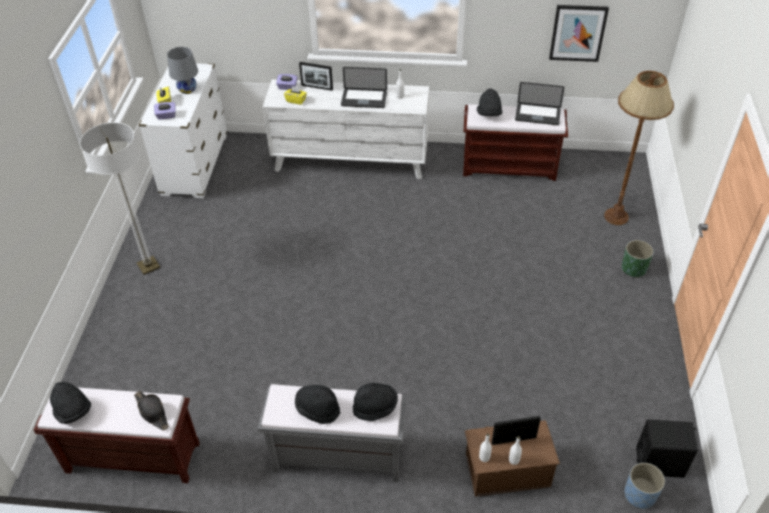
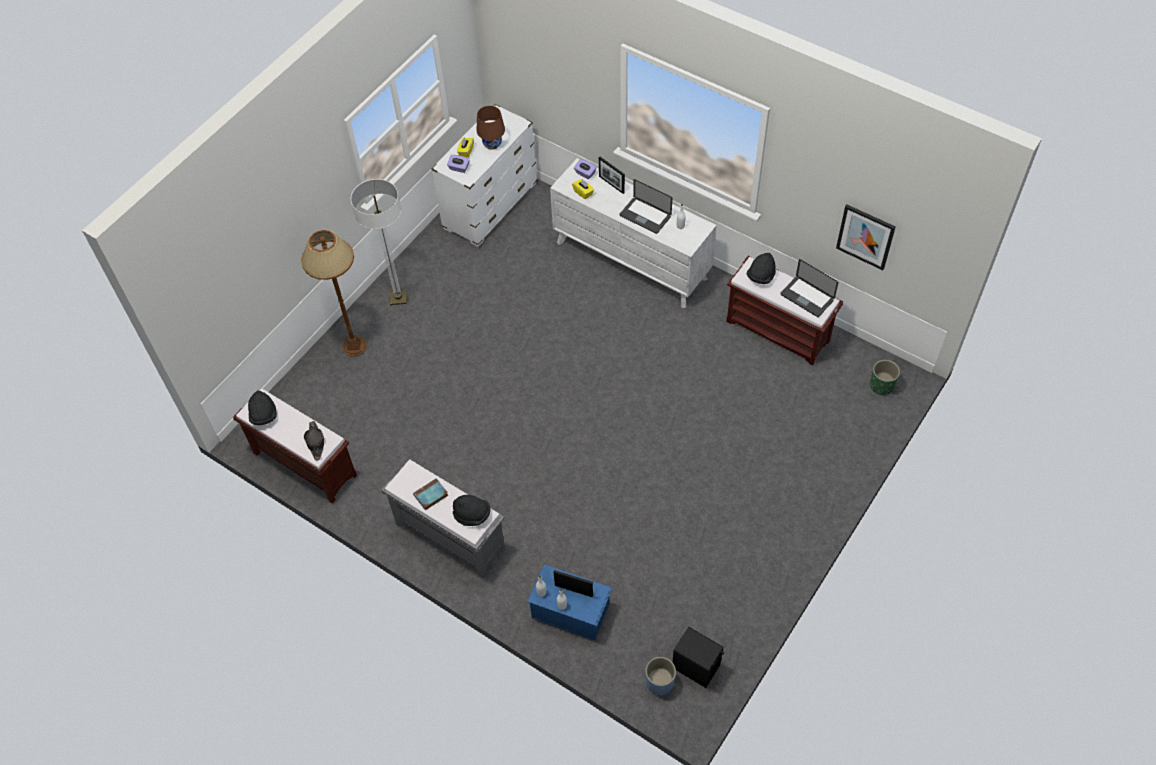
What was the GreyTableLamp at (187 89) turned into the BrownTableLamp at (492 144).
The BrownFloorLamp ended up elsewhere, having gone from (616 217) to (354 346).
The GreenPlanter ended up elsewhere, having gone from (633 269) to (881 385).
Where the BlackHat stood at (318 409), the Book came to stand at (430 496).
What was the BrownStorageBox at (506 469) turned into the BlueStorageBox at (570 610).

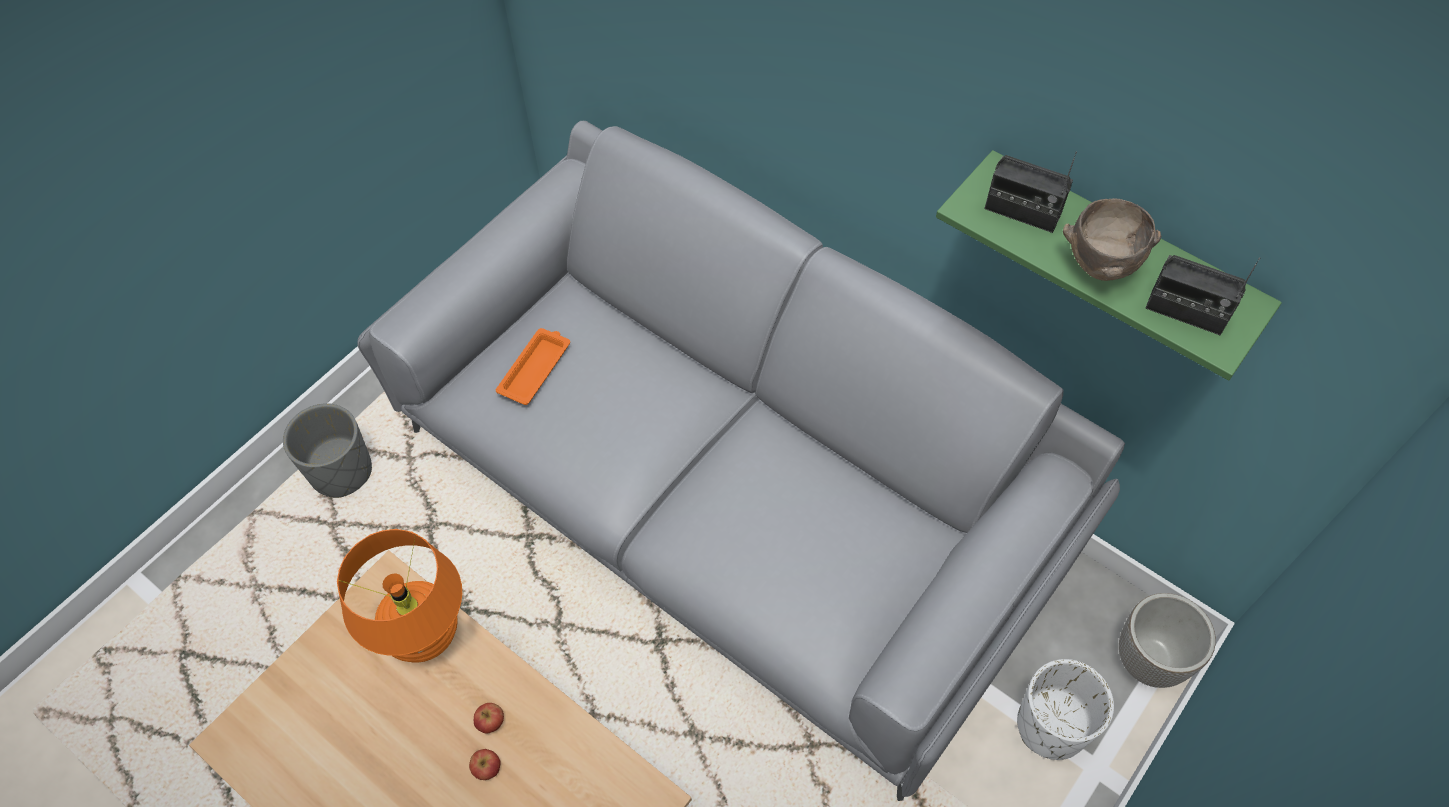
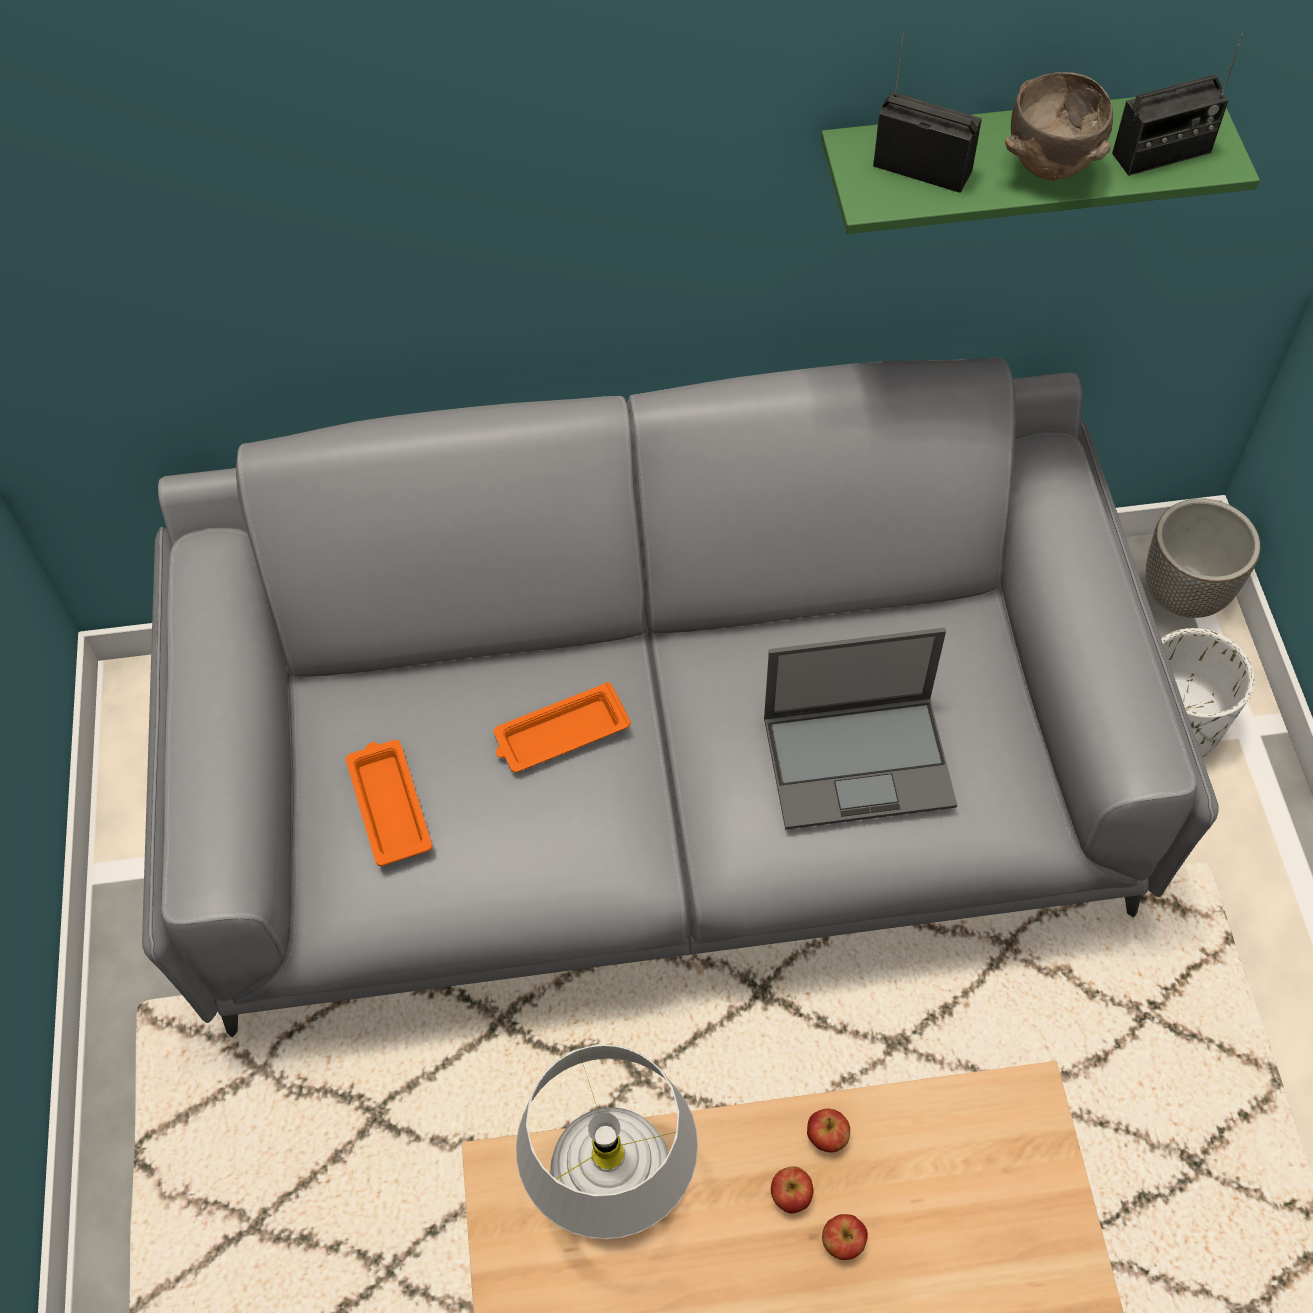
The Radio at (1022 212) ended up facing another way, 135 degrees counterclockwise from before.
The second view lost the GreyPlanter at (341 471).
What was the OrangeTableLamp at (424 634) turned into the WhiteTableLamp at (612 1185).
The second view gained the Laptop at (860 760).
The second view gained the OrangeTray at (560 734).
The second view gained the Apple at (827 1137).

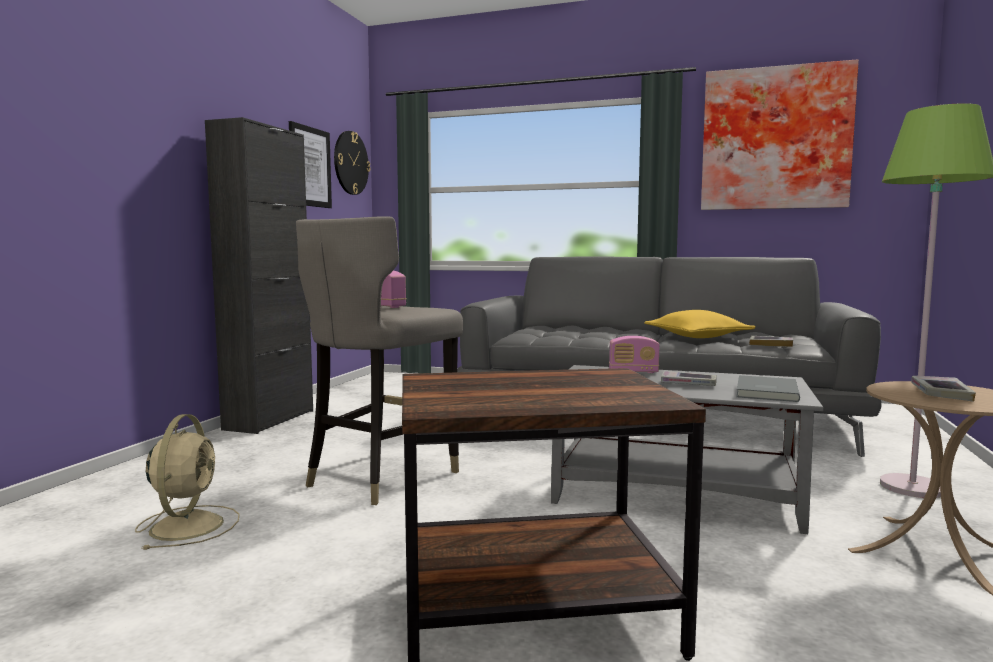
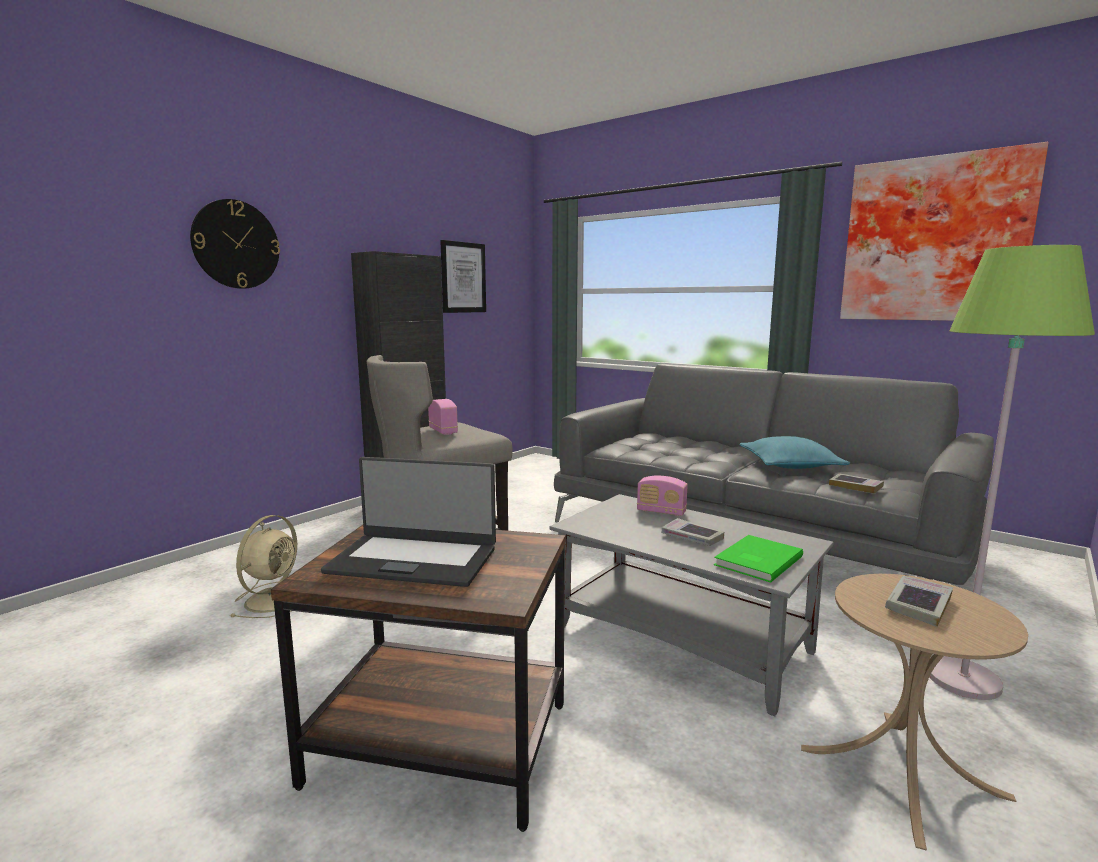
The WallClock ended up elsewhere, having gone from (350 163) to (236 244).
What was the YellowPillow at (697 337) turned into the TurquoisePillow at (790 465).
What was the GreyBook at (764 391) turned into the GreenBook at (756 560).
The second view gained the Laptop at (413 559).

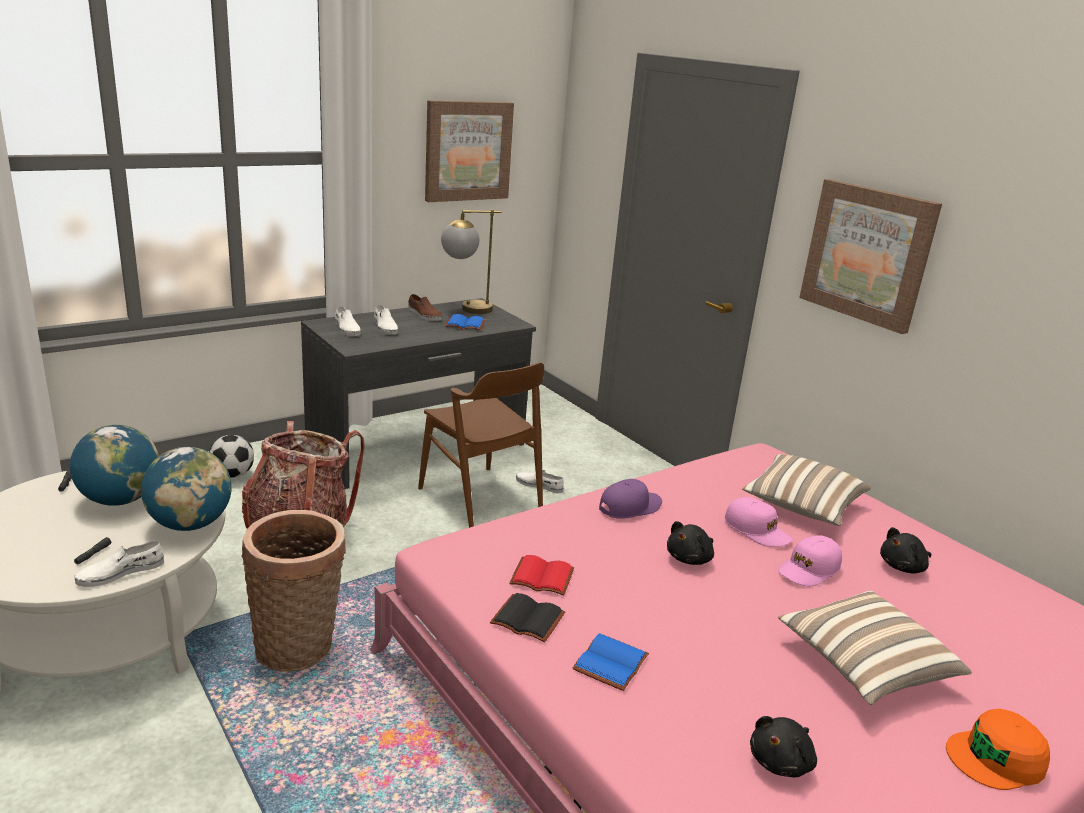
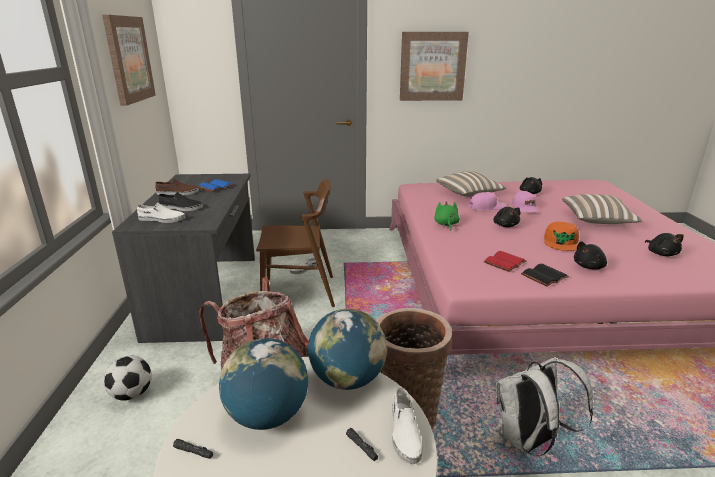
The second view lost the TableLamp at (466 309).
What was the WhiteShoe at (385 327) turned into the BlackShoe at (180 208).
Where the PurpleCap stood at (630 507), the GreenPlushToy came to stand at (446 224).
Where the BlueBook stood at (612 664), the BlackPlushToy came to stand at (589 266).
The OrangeCap ended up elsewhere, having gone from (996 758) to (561 242).
The second view gained the WhiteBackpack at (529 441).

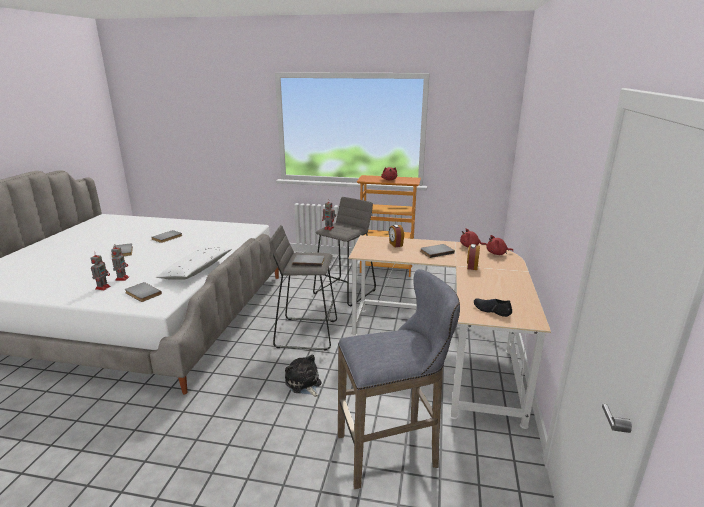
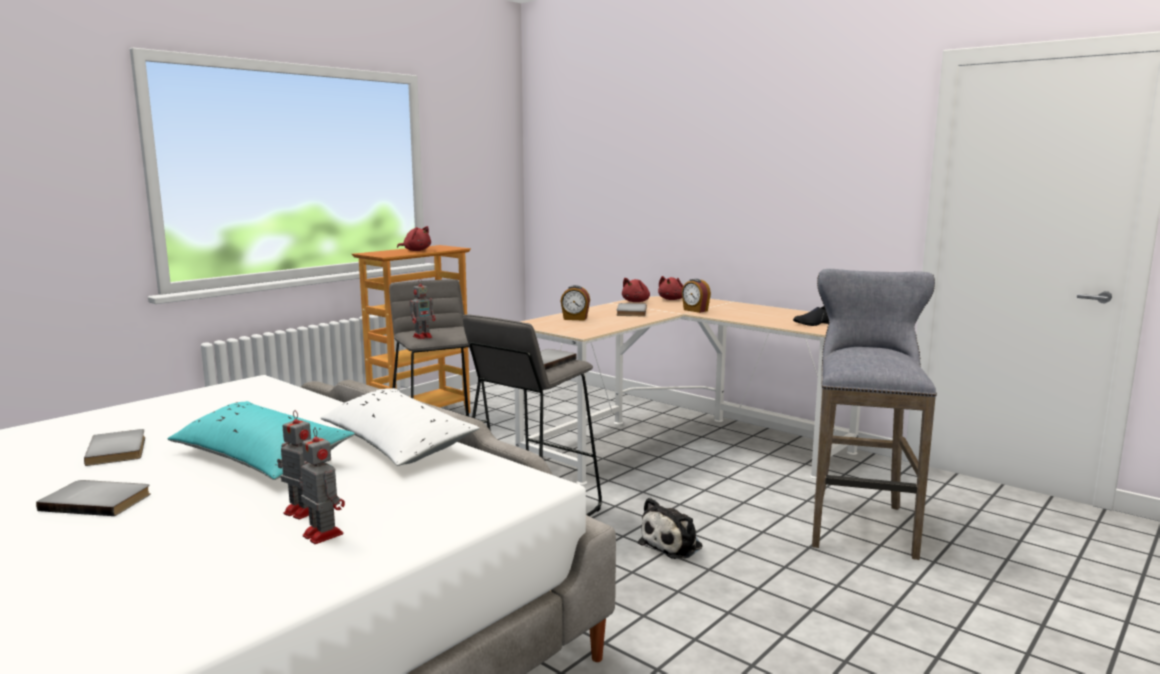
The second view lost the GreyBook at (142 294).
The PlushToy at (304 384) ended up facing another way, 45 degrees counterclockwise from before.
The second view gained the TurquoisePillow at (260 457).

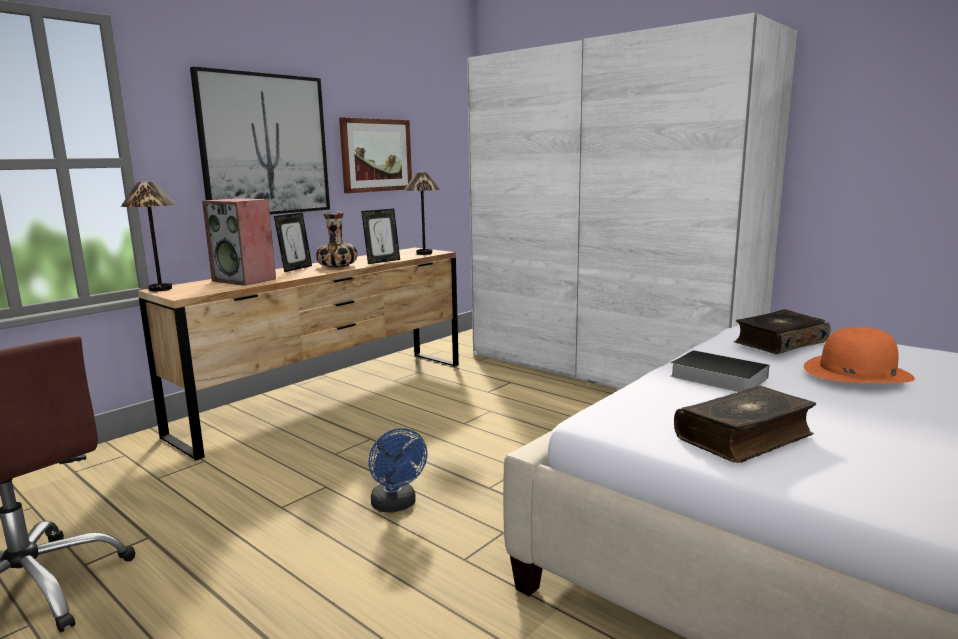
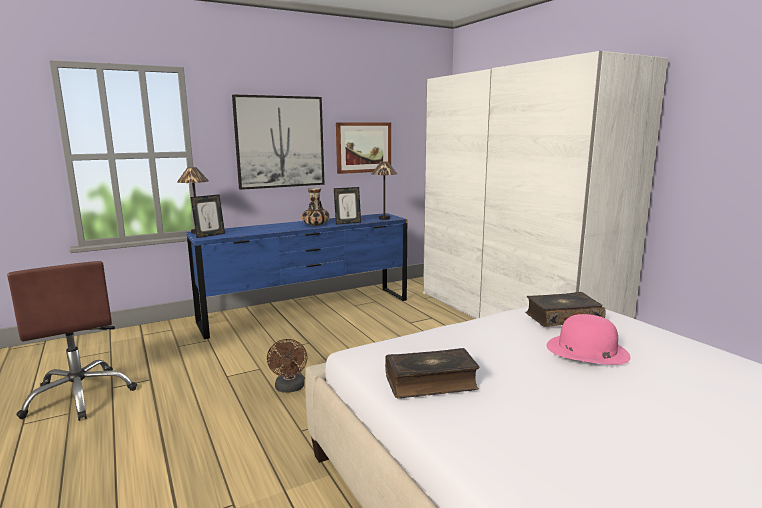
The second view lost the Speaker at (245 280).
The PictureFrame ended up elsewhere, having gone from (296 268) to (210 235).
What was the BrownDresser at (330 397) turned into the BlueDresser at (307 311).
What was the OrangeHat at (857 372) turned into the PinkHat at (586 350).
The second view lost the Book at (715 377).
What was the BlueFan at (396 505) turned into the BrownFan at (289 388).

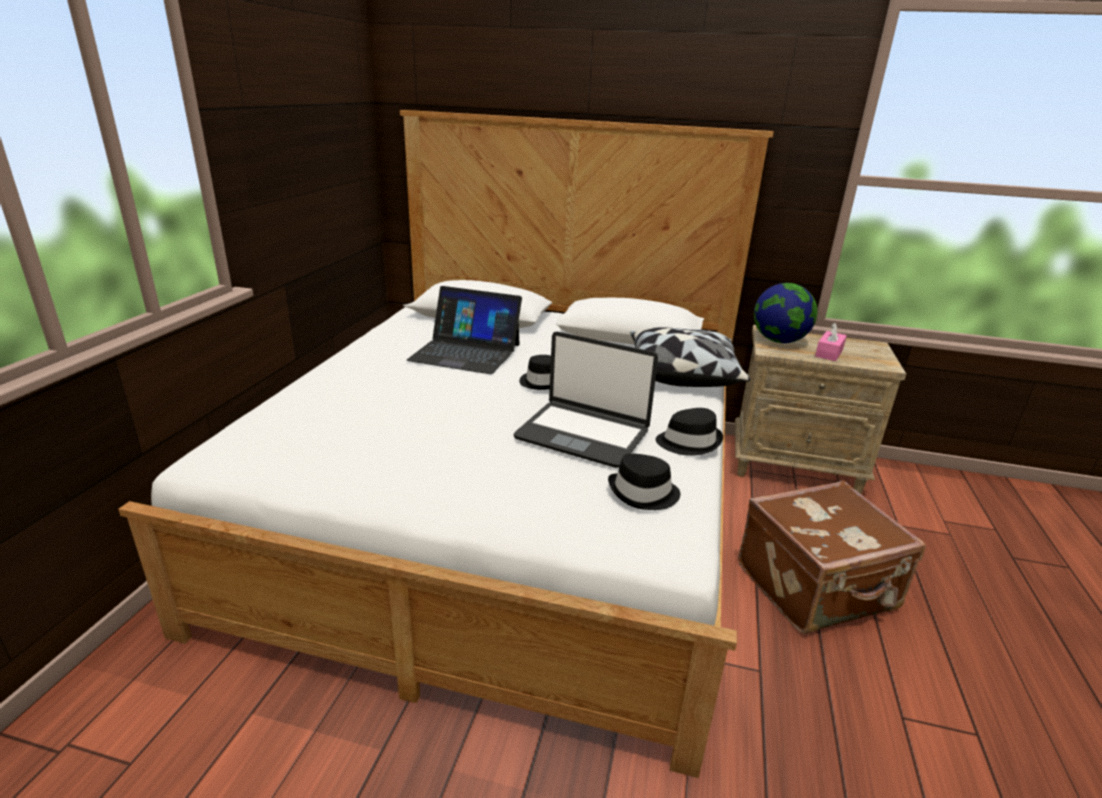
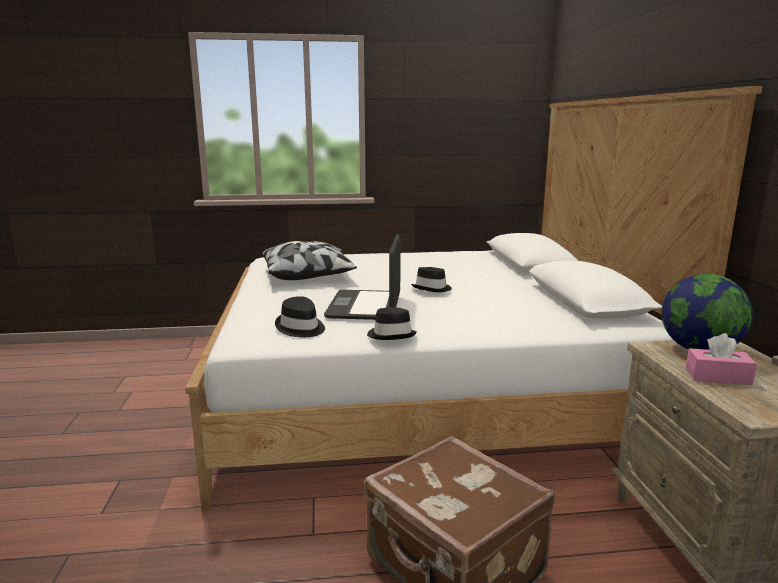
The second view lost the Laptop at (465 352).
The Pillow ended up elsewhere, having gone from (681 373) to (308 275).

